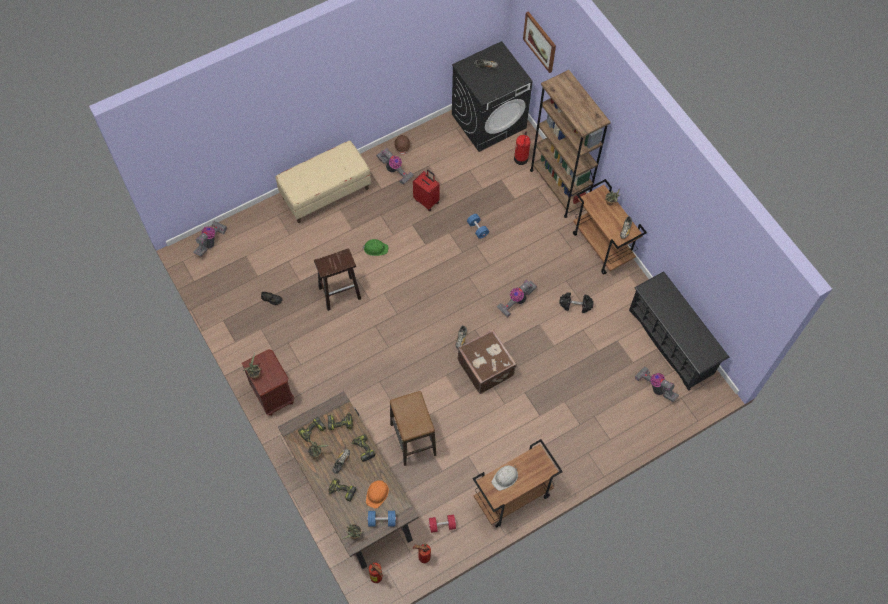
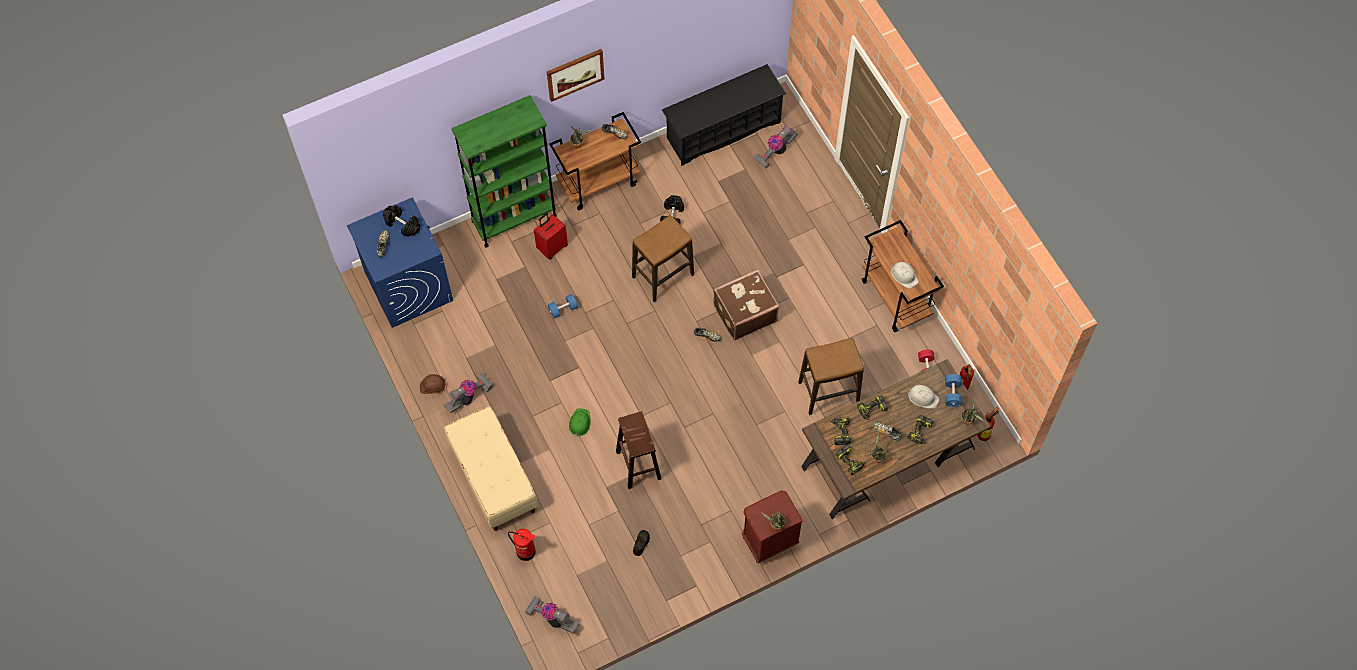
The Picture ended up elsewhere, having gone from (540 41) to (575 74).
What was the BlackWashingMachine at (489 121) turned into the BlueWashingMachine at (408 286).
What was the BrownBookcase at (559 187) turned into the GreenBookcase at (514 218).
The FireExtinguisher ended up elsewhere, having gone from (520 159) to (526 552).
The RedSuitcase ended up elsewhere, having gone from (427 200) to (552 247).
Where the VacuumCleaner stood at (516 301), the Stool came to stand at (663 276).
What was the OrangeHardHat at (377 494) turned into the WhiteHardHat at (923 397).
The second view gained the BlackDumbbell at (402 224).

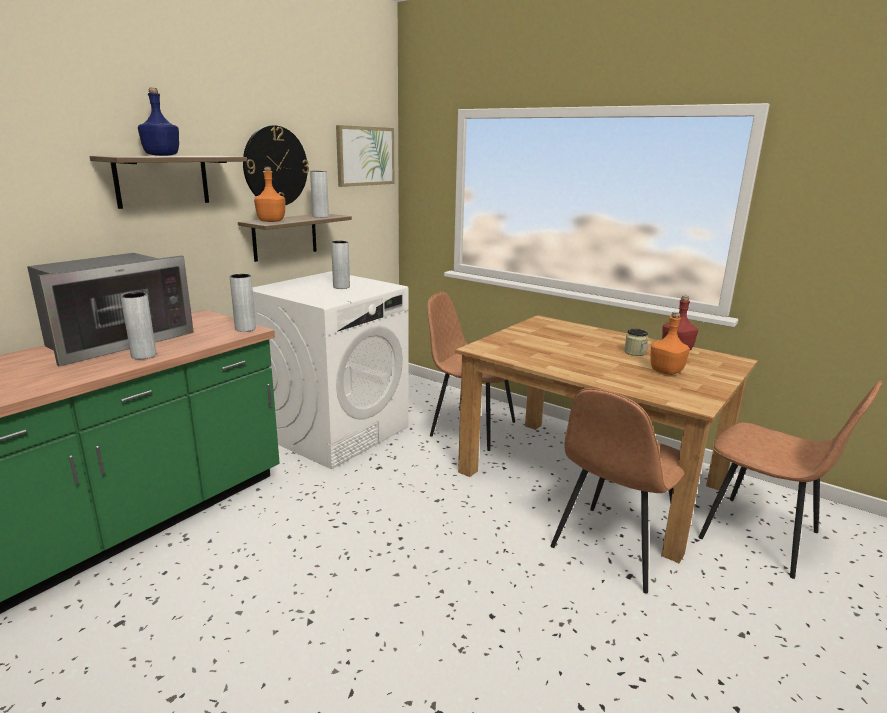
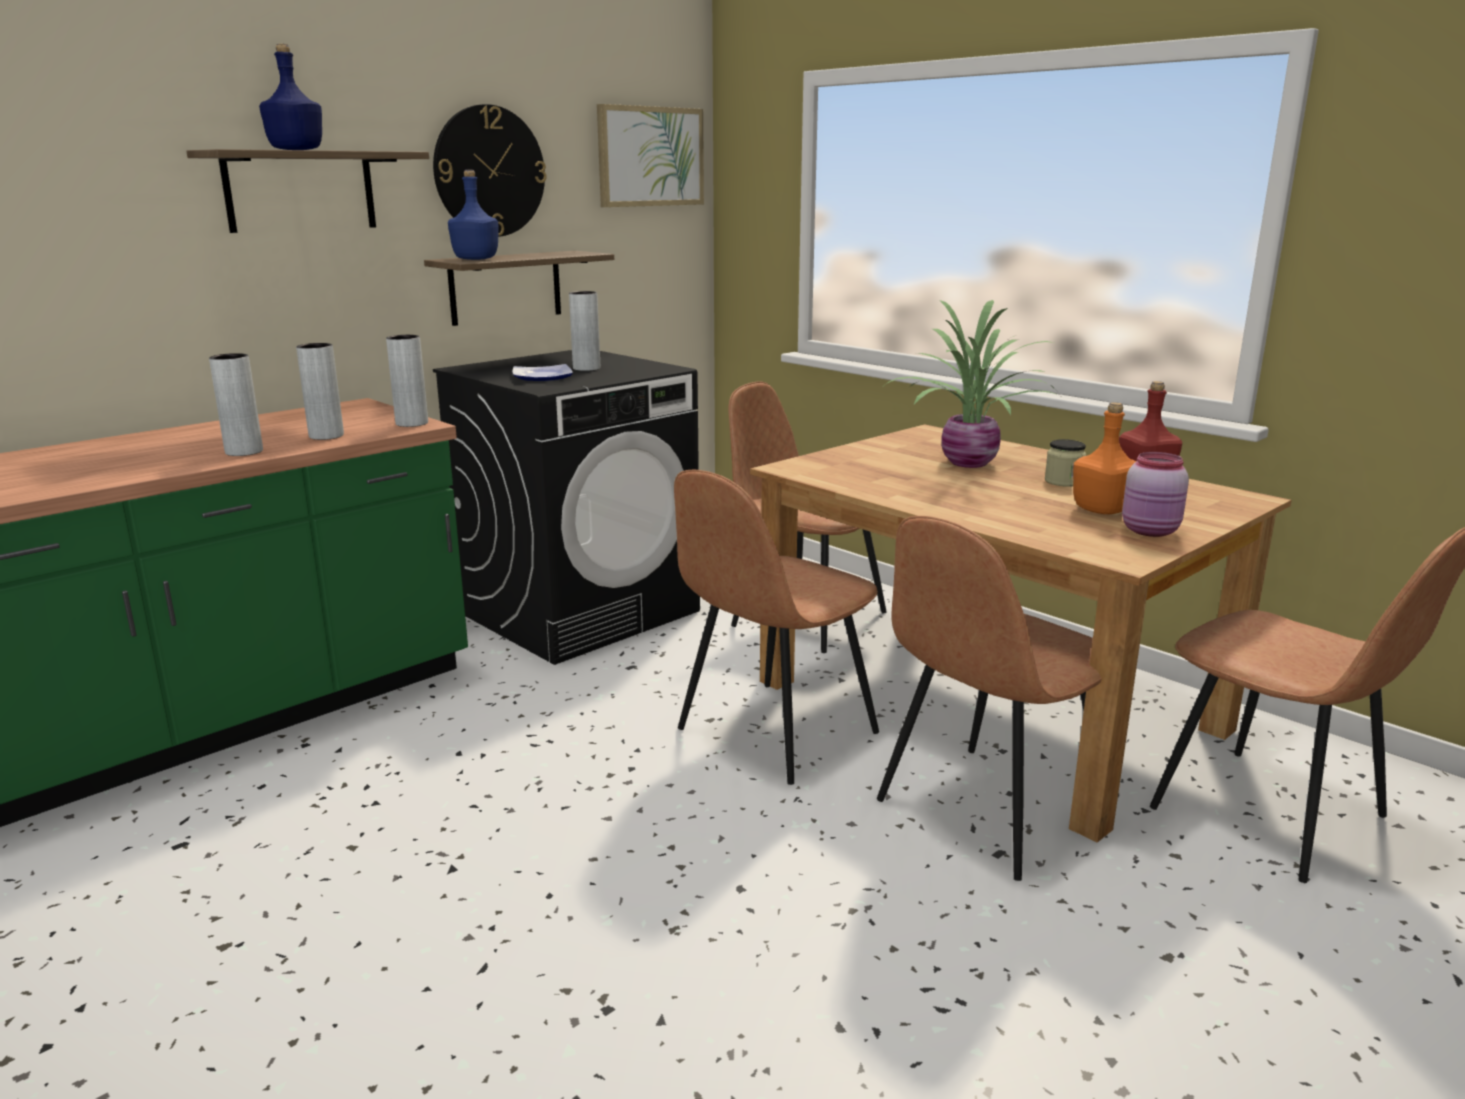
What was the OrangeBottle at (272 221) turned into the BlueBottle at (477 259).
The GreyVase ended up elsewhere, having gone from (320 216) to (326 436).
The second view lost the Microwave at (115 341).
What was the WhiteWashingMachine at (336 431) turned into the BlackWashingMachine at (580 611).
The second view gained the PottedPlant at (970 462).
The second view gained the Plate at (541 377).
The second view gained the PinkJar at (1151 531).
The second view gained the BrownChair at (773 732).

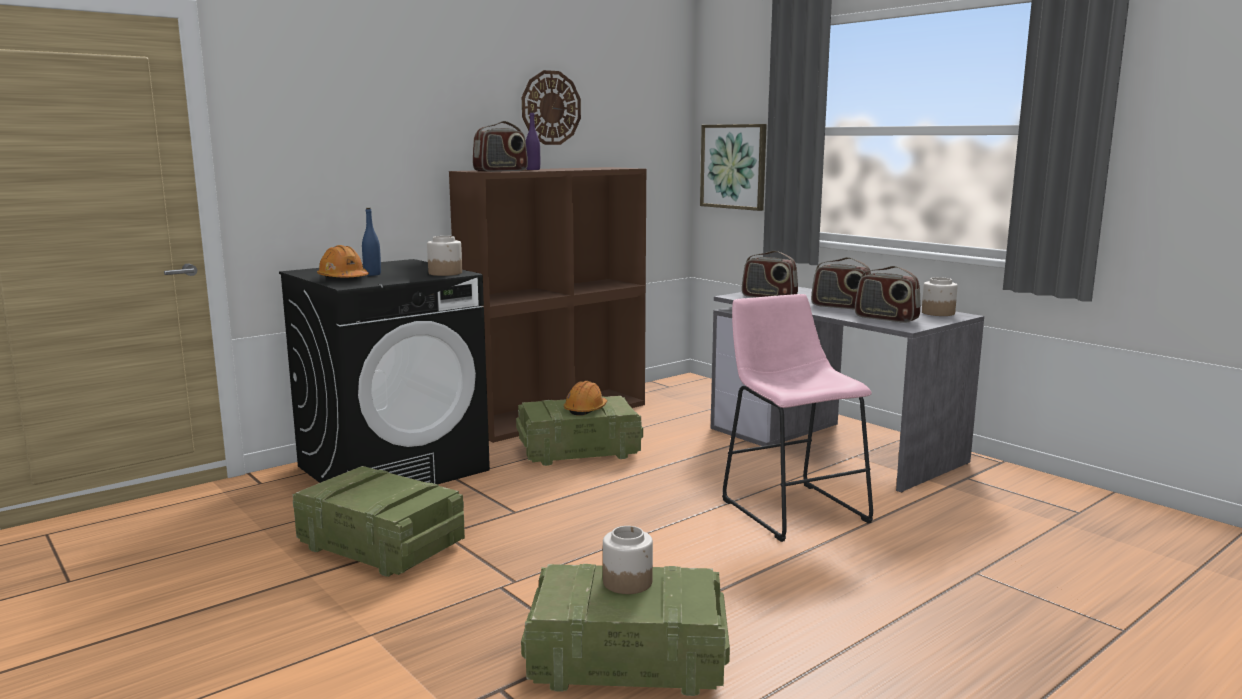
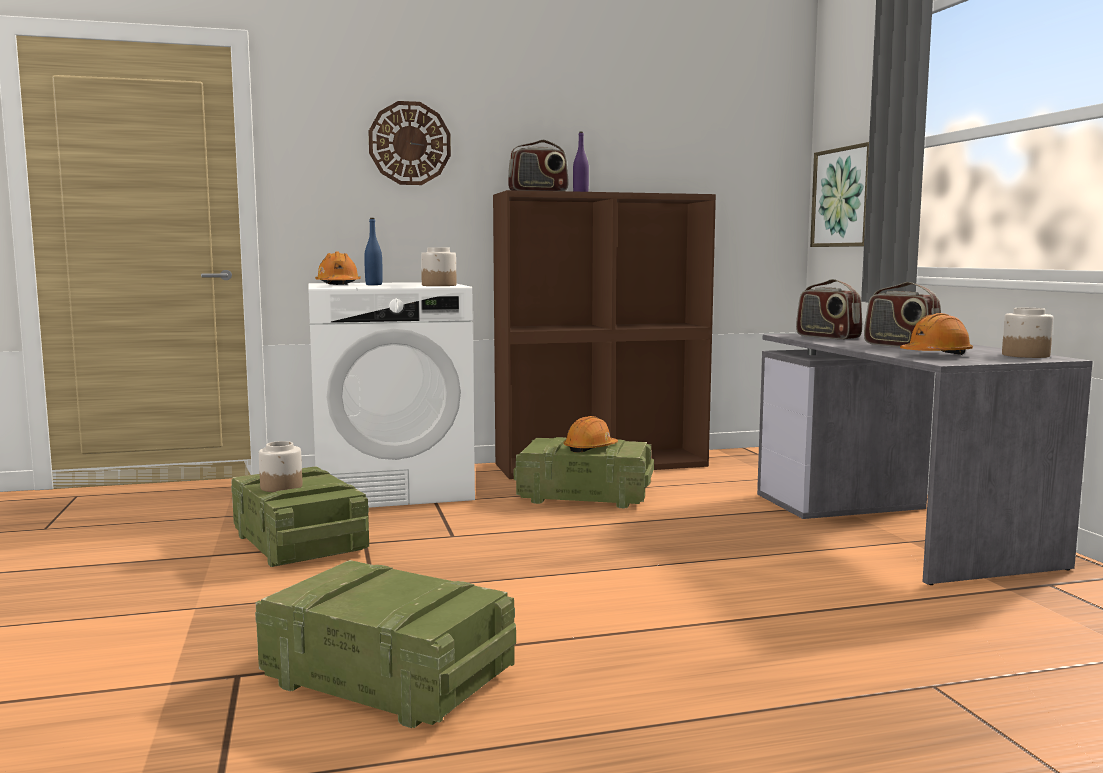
The WallClock ended up elsewhere, having gone from (551 108) to (409 143).
What was the BlackWashingMachine at (394 468) turned into the WhiteWashingMachine at (392 487).
Where the Radio stood at (886 318), the OrangeHardHat came to stand at (936 355).
The second view lost the PinkStool at (790 507).
The Jar ended up elsewhere, having gone from (627 582) to (282 487).

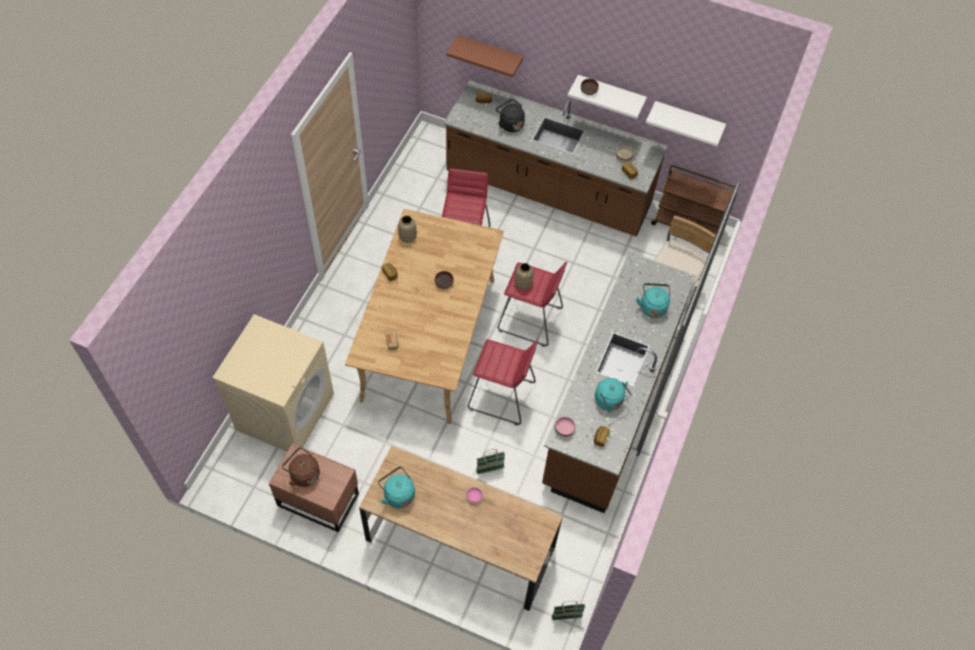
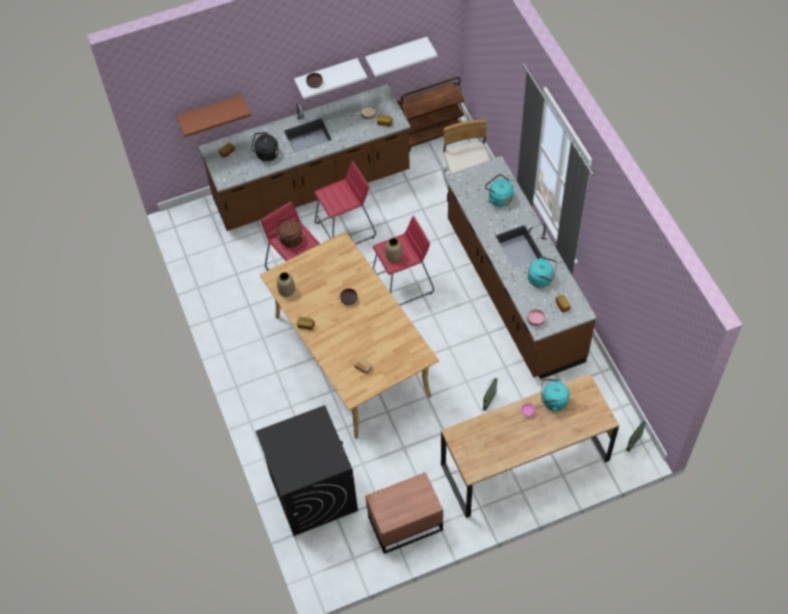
What was the BeigeWashingMachine at (285 410) turned into the BlackWashingMachine at (312 491).
The RedStool ended up elsewhere, having gone from (501 396) to (345 229).
The BrownKettle ended up elsewhere, having gone from (303 474) to (289 240).
The TurquoiseKettle ended up elsewhere, having gone from (397 494) to (552 401).

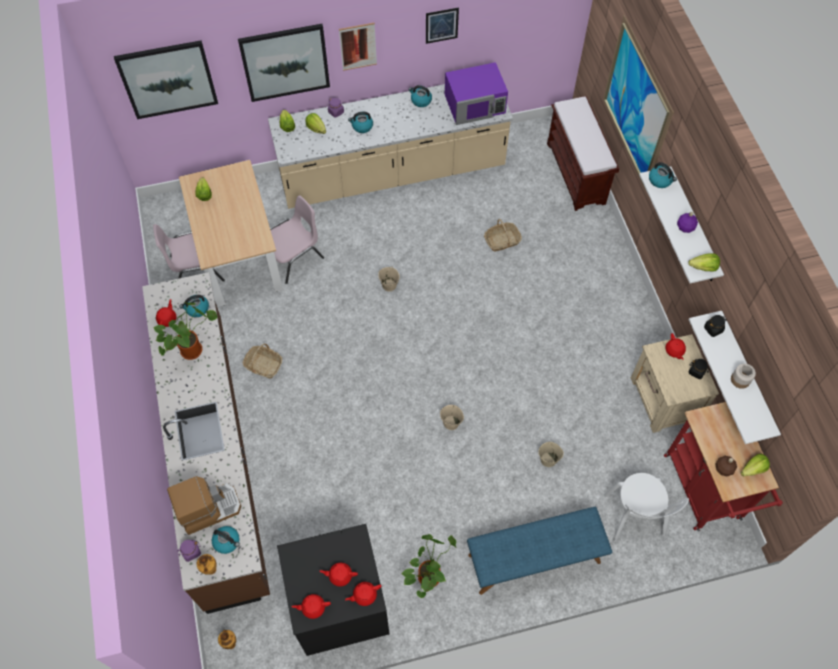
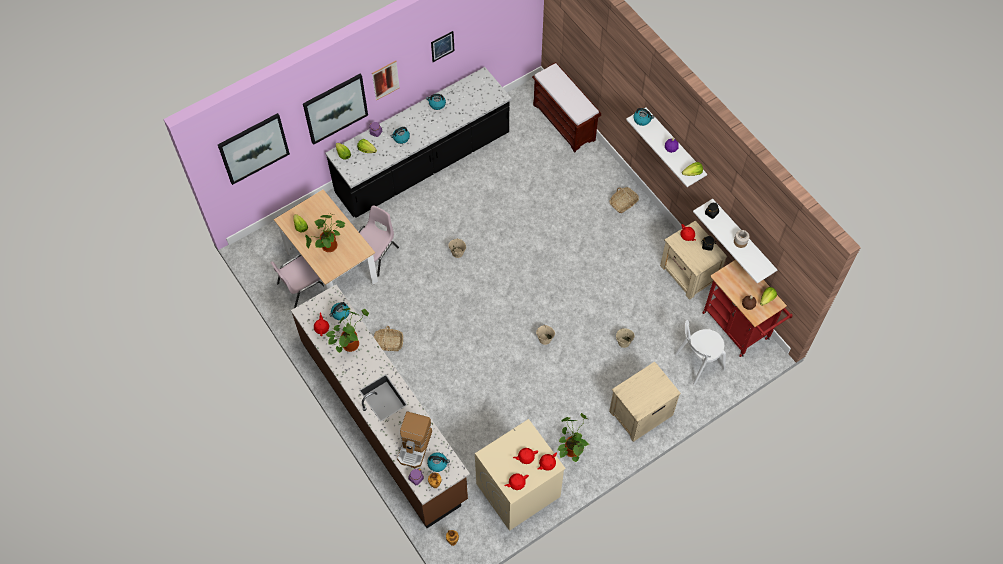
The second view lost the Picture at (635 105).
The second view lost the PurpleMicrowave at (475 104).
What was the BeigeCounter at (392 174) turned into the BlackCounter at (423 165).
The Basket ended up elsewhere, having gone from (502 241) to (623 203).
The WhiteChair at (634 518) ended up facing another way, 90 degrees clockwise from before.
The CoffeeMachine at (209 508) ended up facing another way, 150 degrees clockwise from before.
Where the BlueBench stood at (534 559), the BeigeNightstand came to stand at (640 413).
What was the BlackWashingMachine at (339 606) turned into the BeigeWashingMachine at (517 490).
The second view gained the PottedPlant at (329 247).

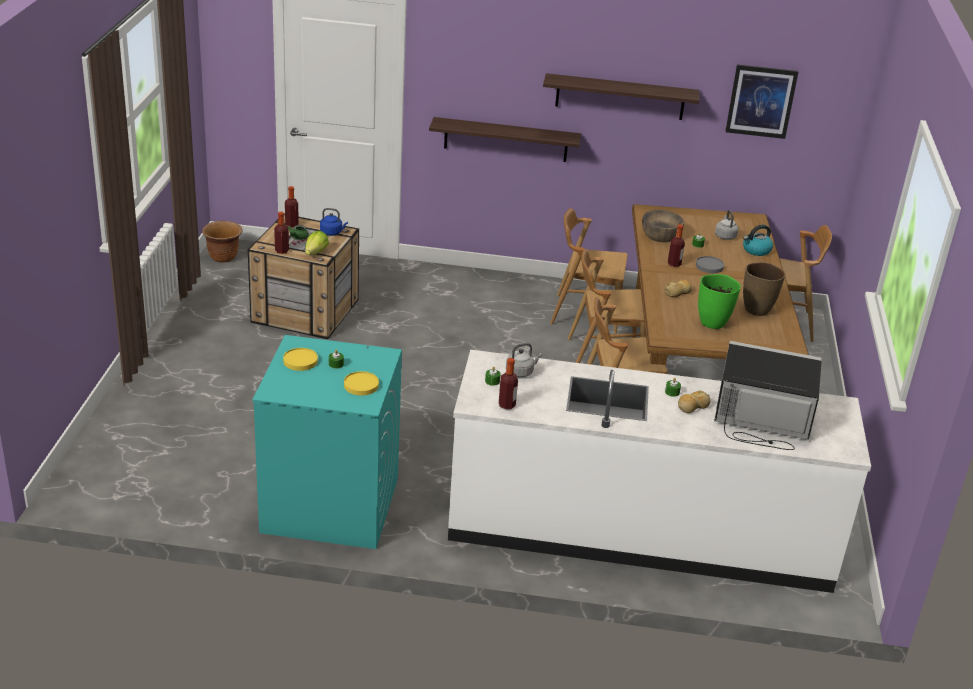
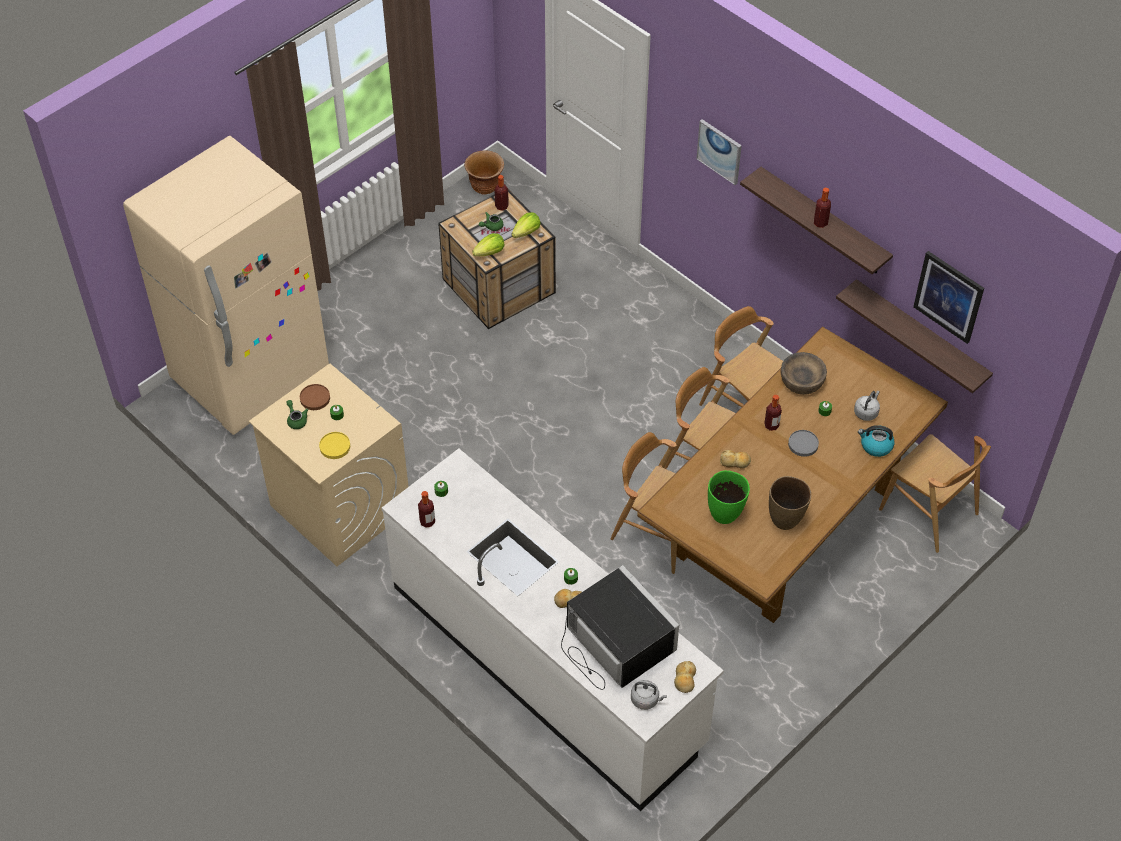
The Shelf ended up elsewhere, having gone from (506 140) to (920 337).
Where the BlueKettle stood at (332 233), the Lettuce came to stand at (526 232).
The Bottle ended up elsewhere, having gone from (282 251) to (820 223).
What was the TurquoiseWashingMachine at (329 505) turned into the BeigeWashingMachine at (339 507).
The GreyKettle ended up elsewhere, having gone from (521 372) to (646 700).
What was the YellowPlate at (300 361) turned into the BrownPlate at (315 398).
The second view gained the Picture at (719 151).
The second view gained the BeigeFridge at (251 376).
The second view gained the GreenTeapot at (296 420).
The second view gained the Bread at (684 679).

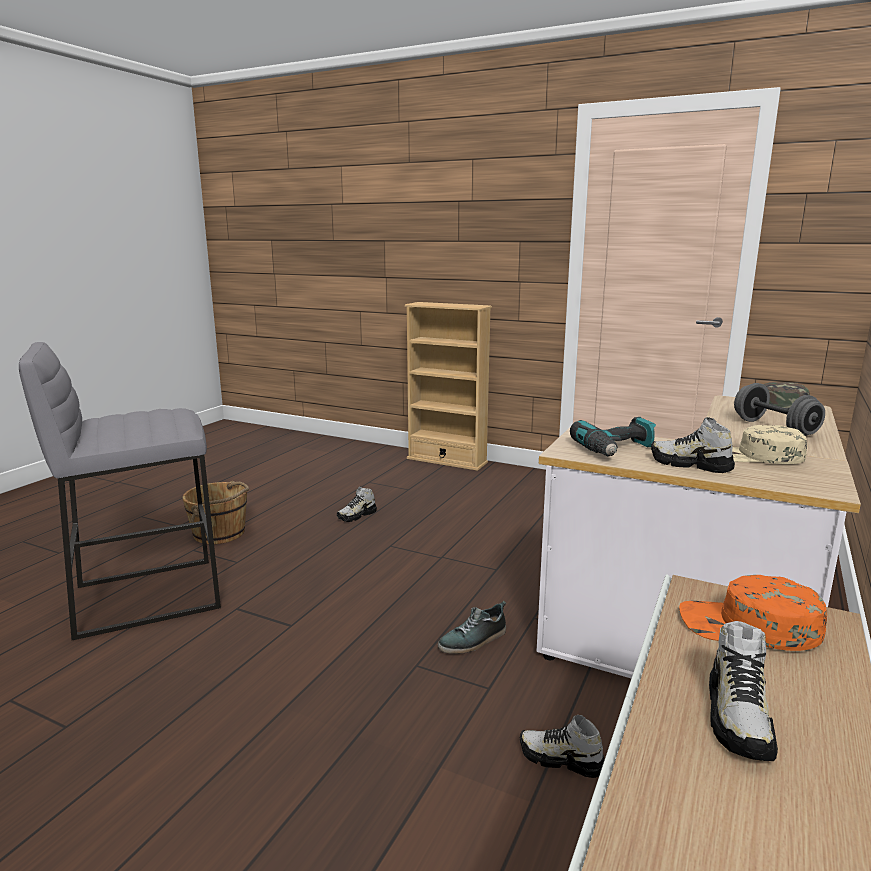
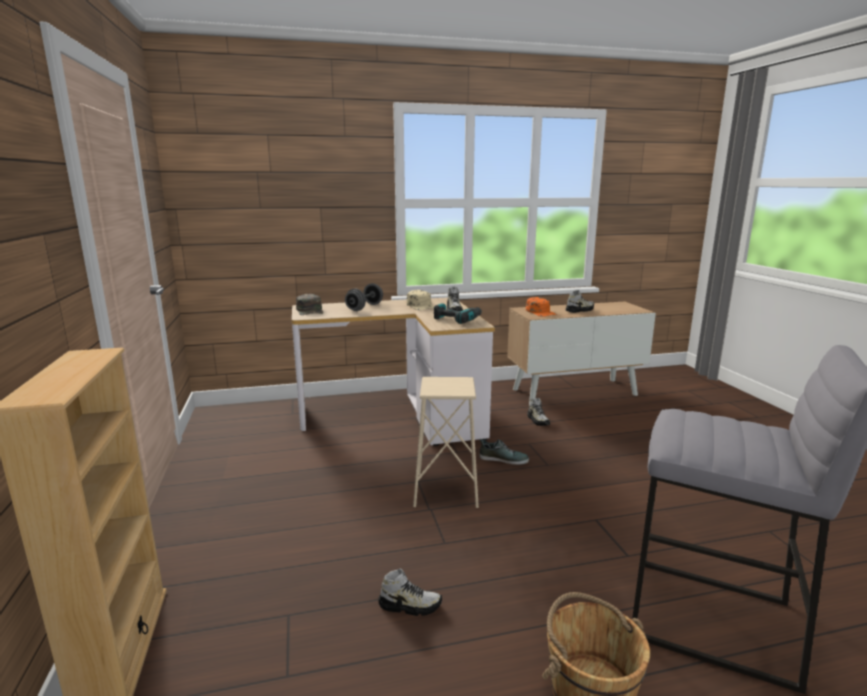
The second view gained the BeigeStool at (446 490).

